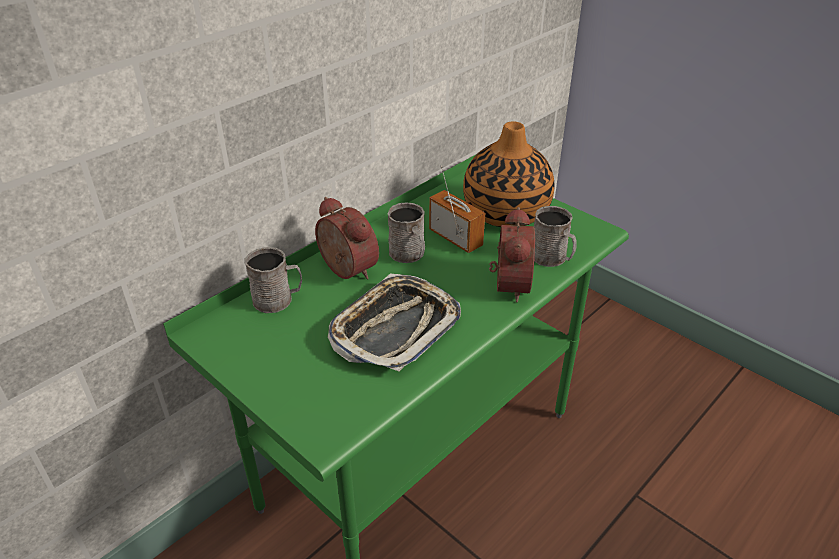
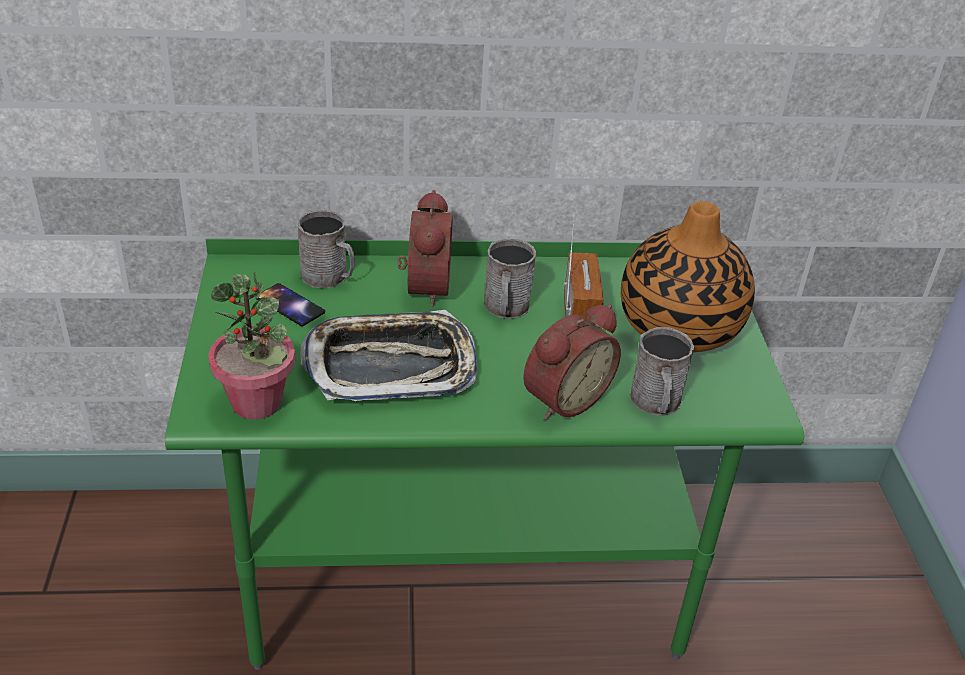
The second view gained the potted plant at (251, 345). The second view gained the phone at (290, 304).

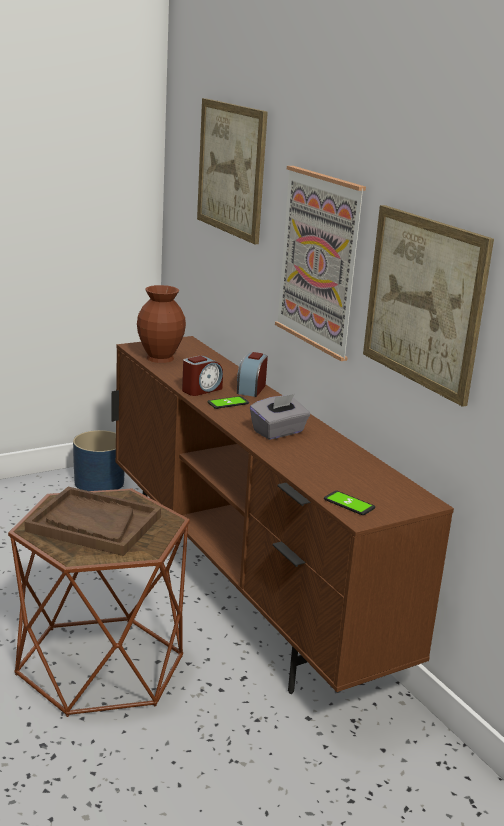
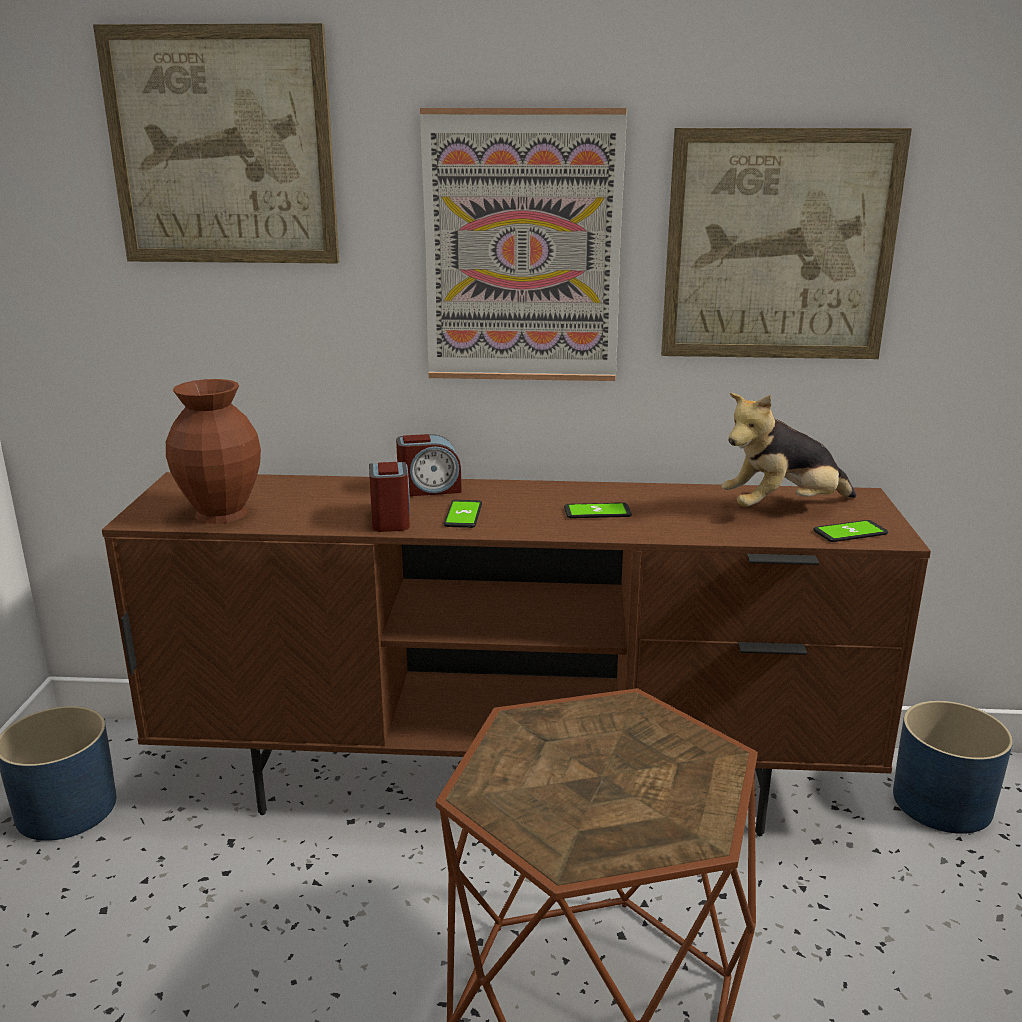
The second view lost the tray (brown) at (93, 521). The second view gained the plush toy at (789, 450). The second view gained the planter (blue) at (953, 767). Where the tissue box (grey) stood at (280, 417), the phone came to stand at (598, 510). The alarm clock at (252, 374) ended up facing another way, 60 degrees counterclockwise from before.

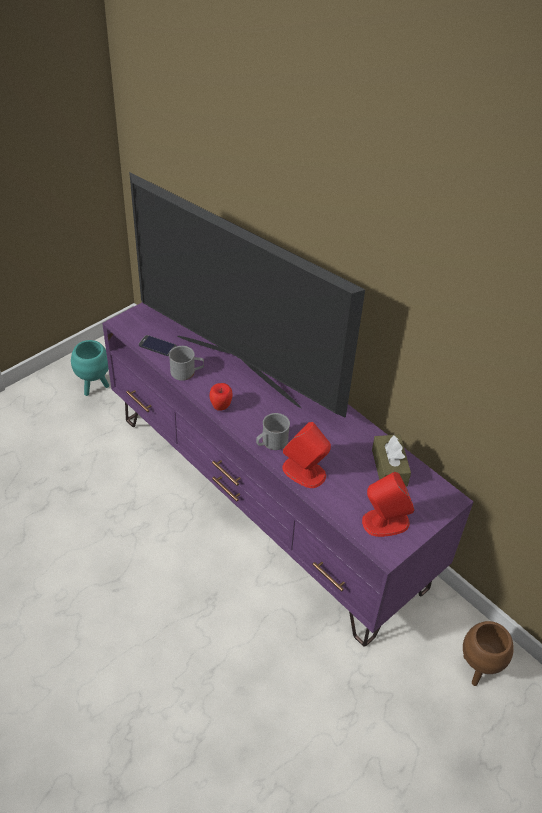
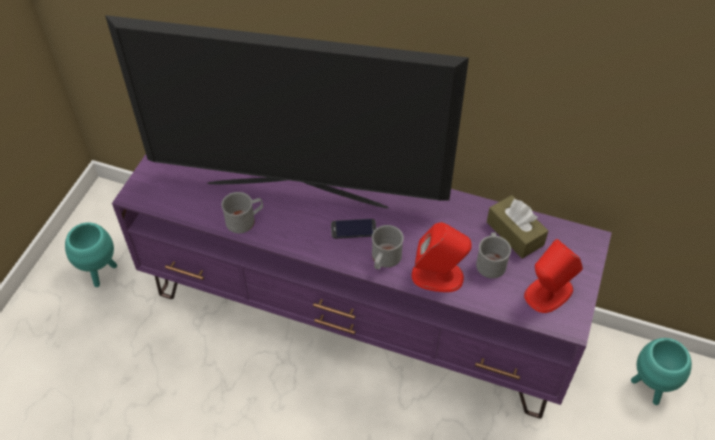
The second view lost the apple at (221, 397). The second view gained the mug (grey) at (493, 255). The phone ended up elsewhere, having gone from (158, 345) to (353, 229). What was the planter (brown) at (488, 653) turned into the planter (turquoise) at (661, 371).

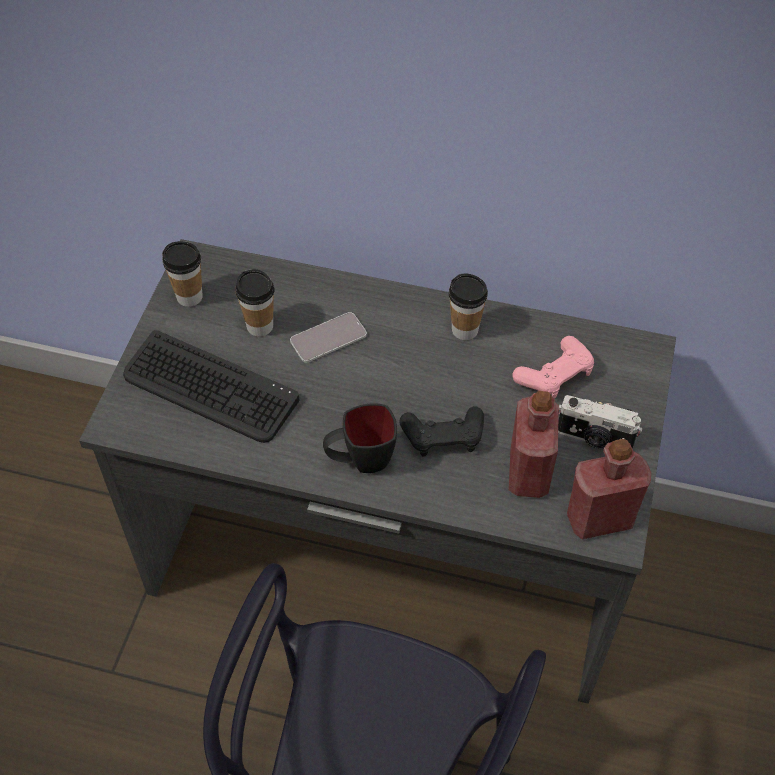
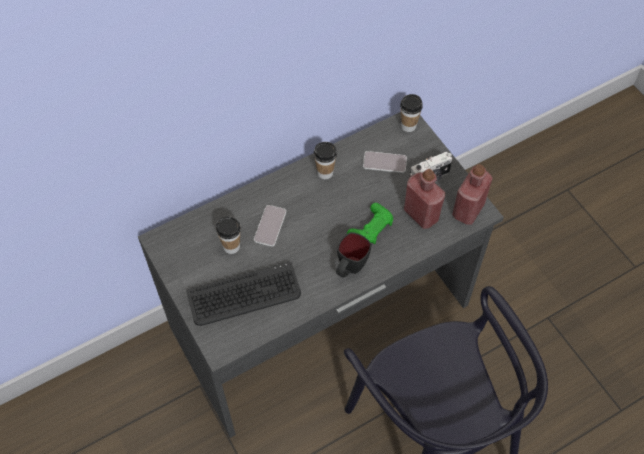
The cup ended up elsewhere, having gone from (182, 274) to (411, 113). Where the game controller (pink) stood at (553, 367), the phone came to stand at (385, 162). What was the game controller (black) at (442, 431) turned into the game controller (green) at (370, 223).

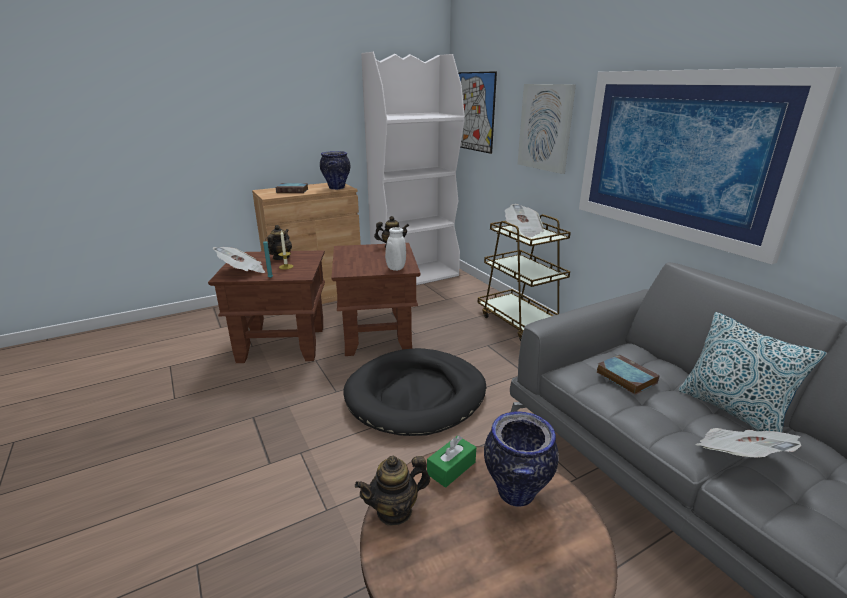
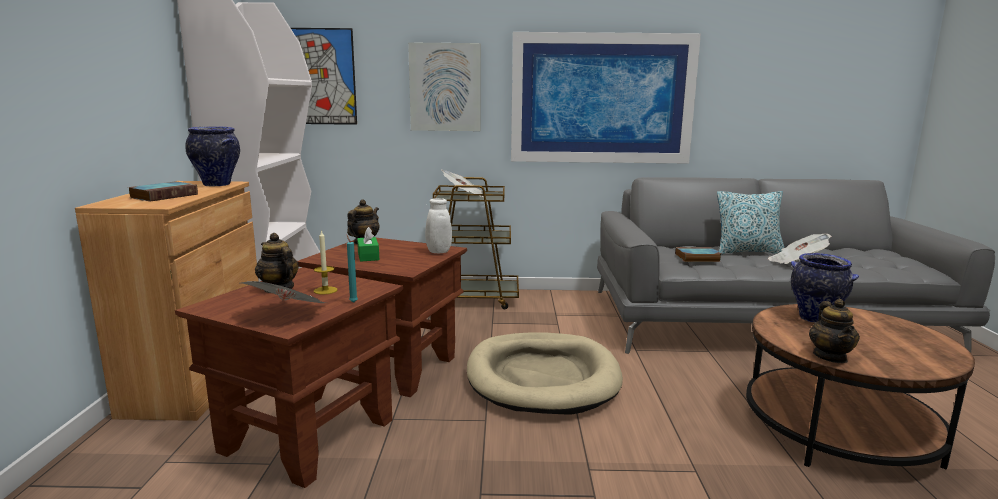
The tissue box (green) ended up elsewhere, having gone from (451, 462) to (368, 244). What was the dog bed (black) at (415, 392) turned into the dog bed (beige) at (545, 373).

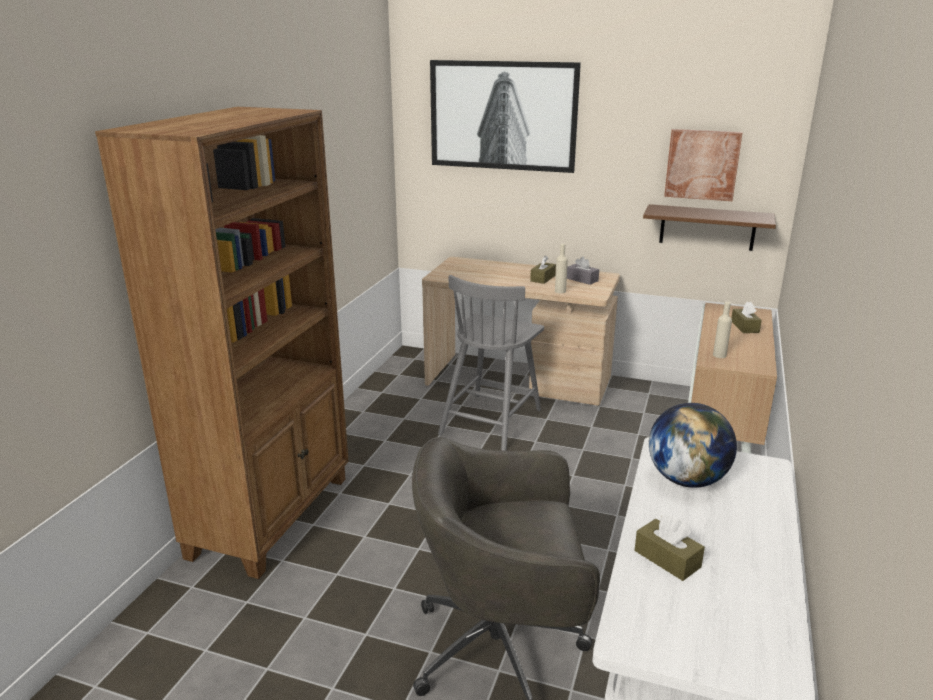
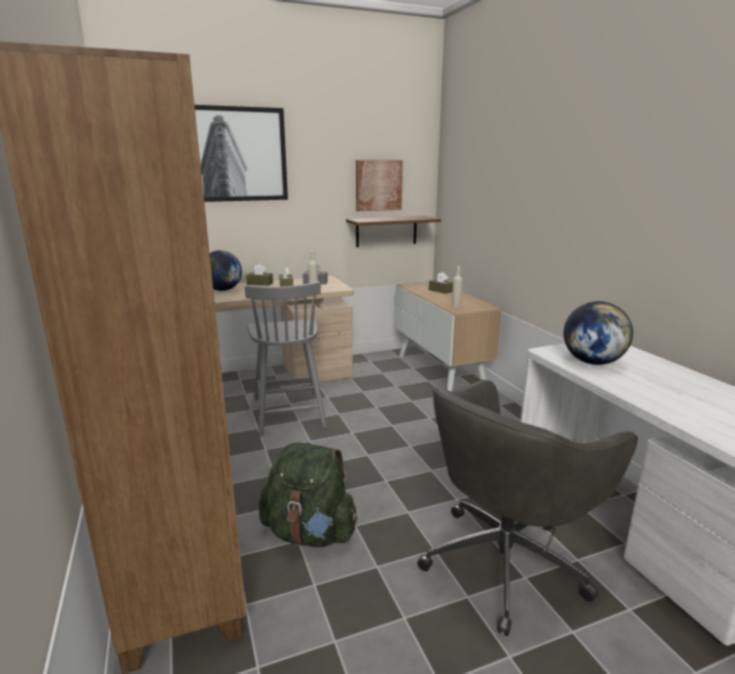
The second view gained the globe at (226, 270). The second view gained the backpack (green) at (308, 494). The tissue box (brown) ended up elsewhere, having gone from (670, 548) to (259, 275).

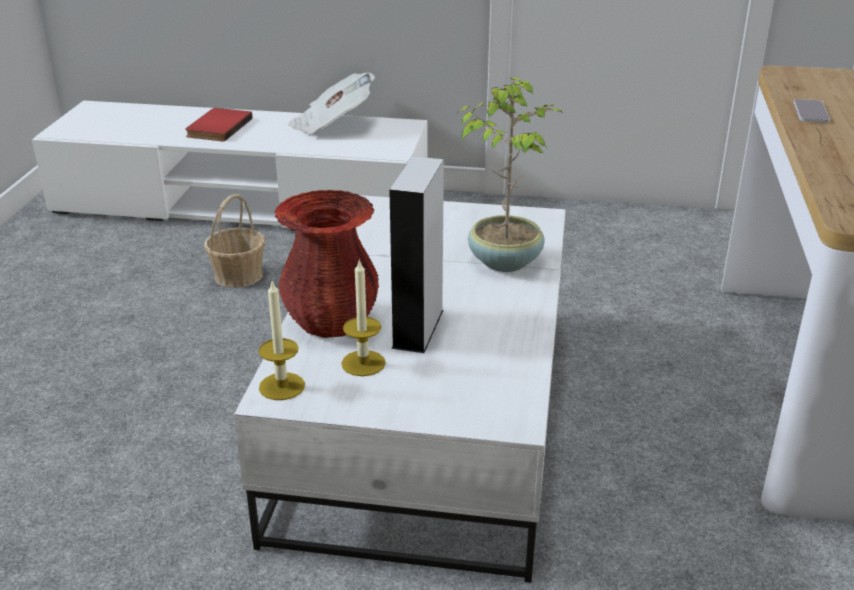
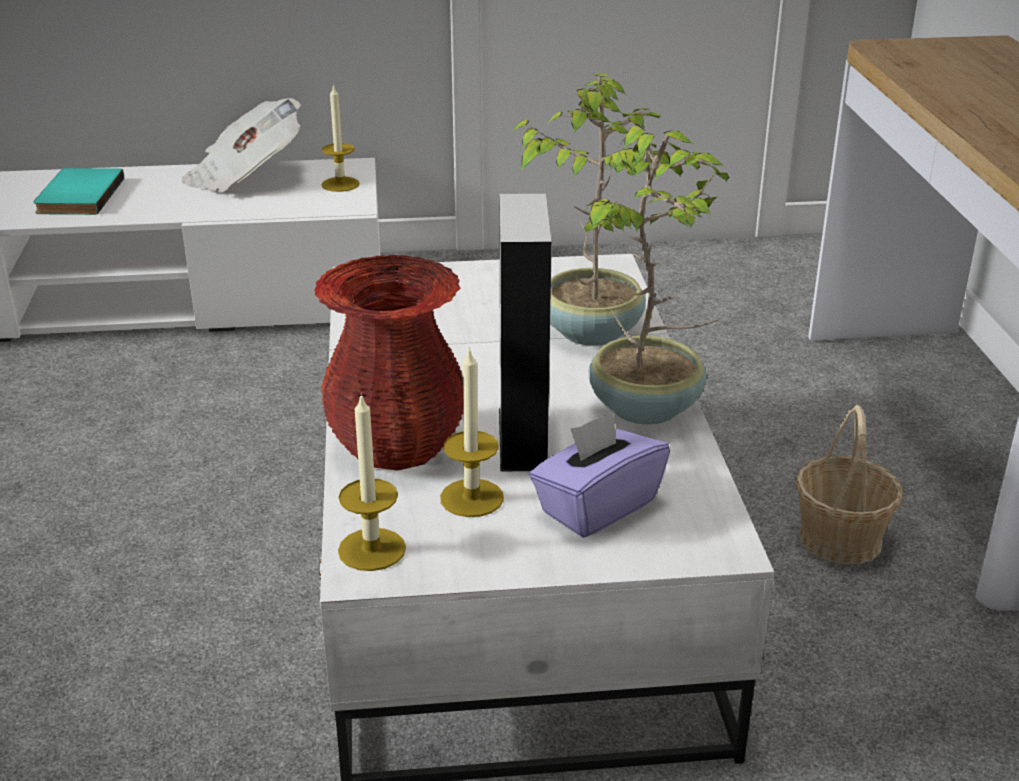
The second view lost the phone at (811, 111). The second view gained the candle at (340, 138). The second view gained the tissue box (purple) at (599, 474). The second view gained the potted plant at (656, 275). The basket ended up elsewhere, having gone from (235, 241) to (849, 485). What was the book (red) at (219, 125) turned into the book (turquoise) at (78, 191).

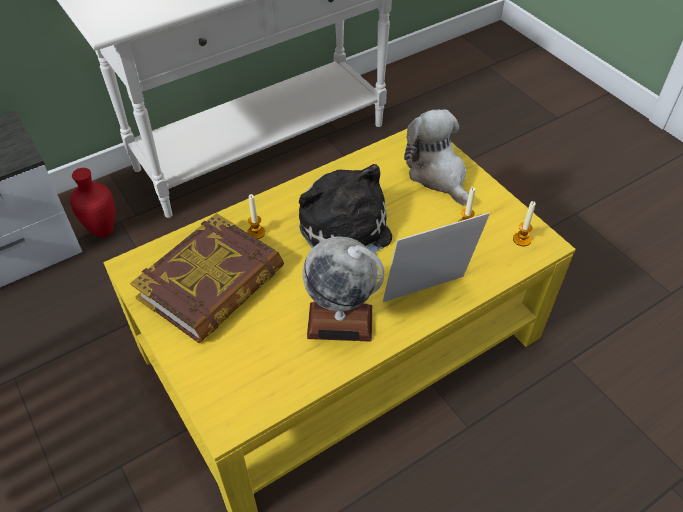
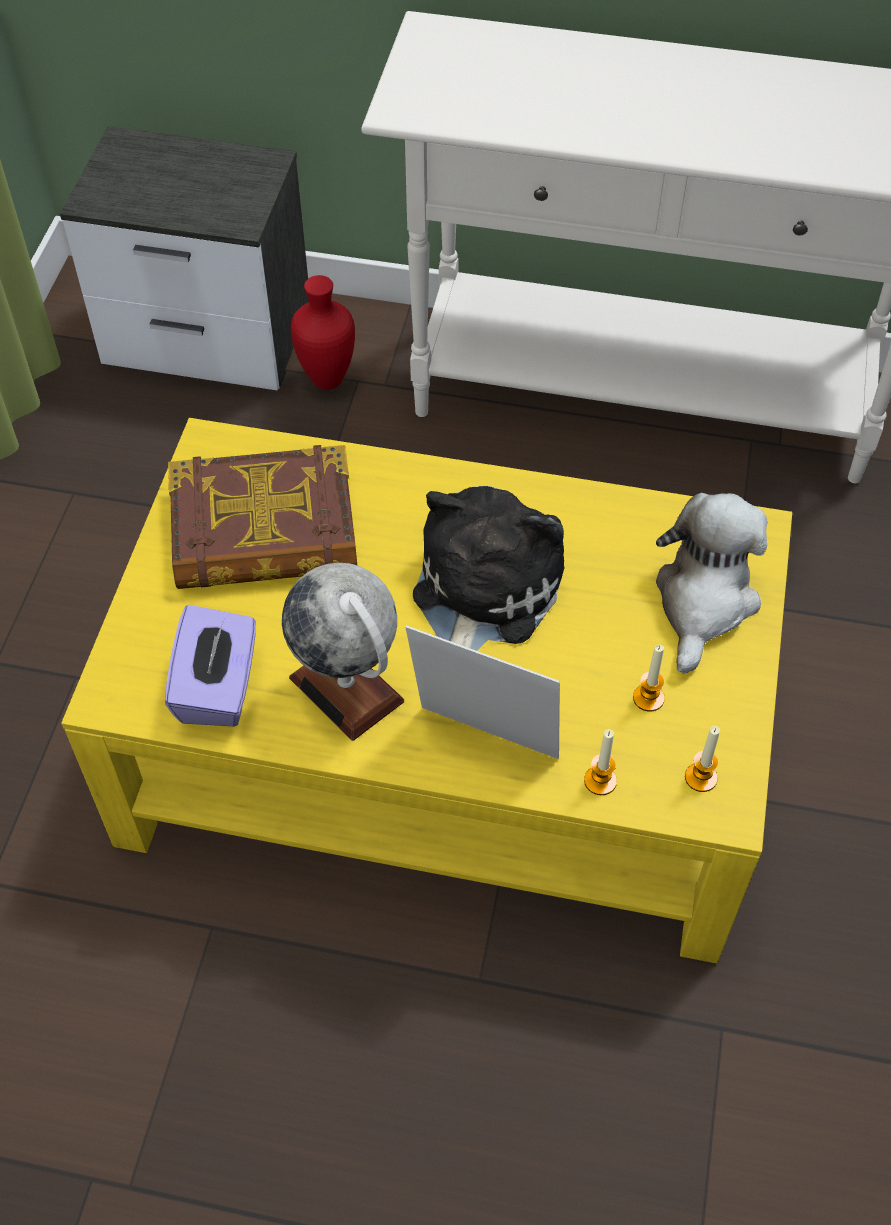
The second view gained the tissue box (purple) at (210, 665). The candle ended up elsewhere, having gone from (256, 216) to (600, 762).

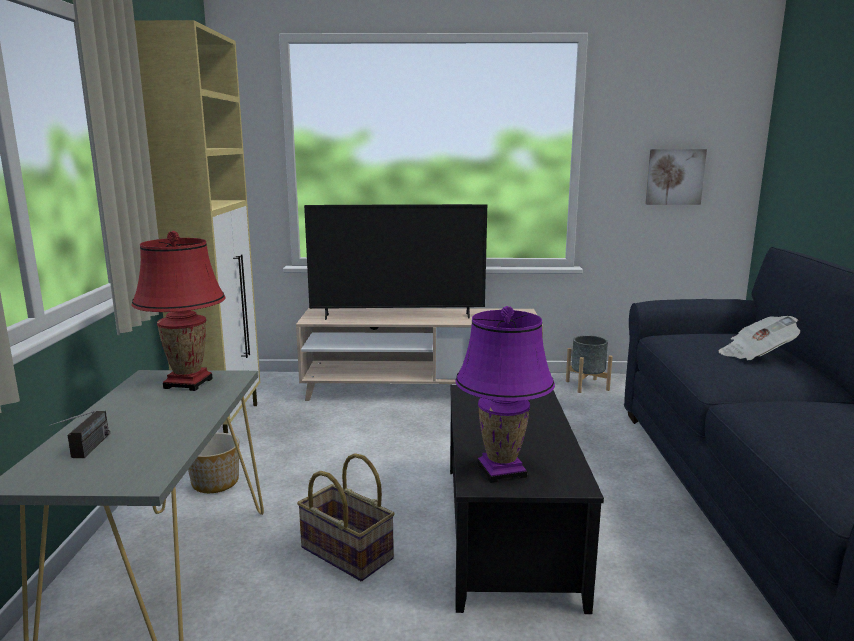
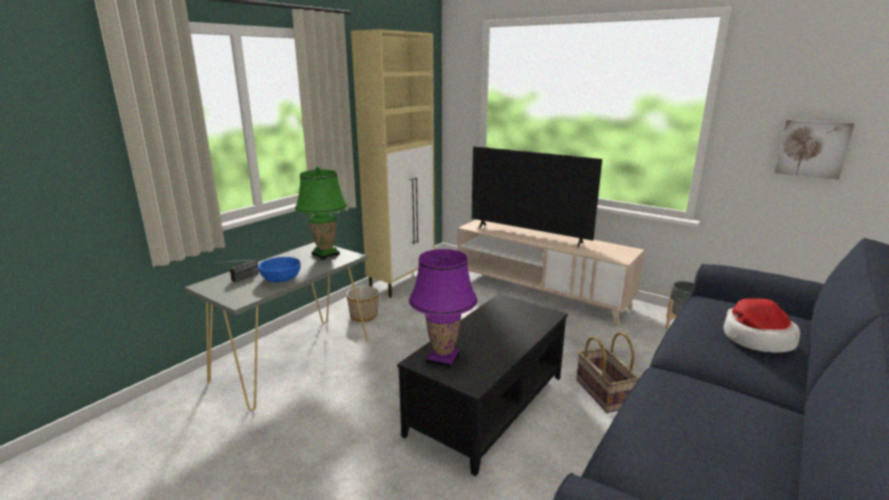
The second view gained the bowl (blue) at (279, 269). The basket ended up elsewhere, having gone from (346, 517) to (607, 372). Where the newspaper stood at (759, 338), the hat came to stand at (762, 325). What was the table lamp (red) at (179, 311) turned into the table lamp (green) at (321, 213).

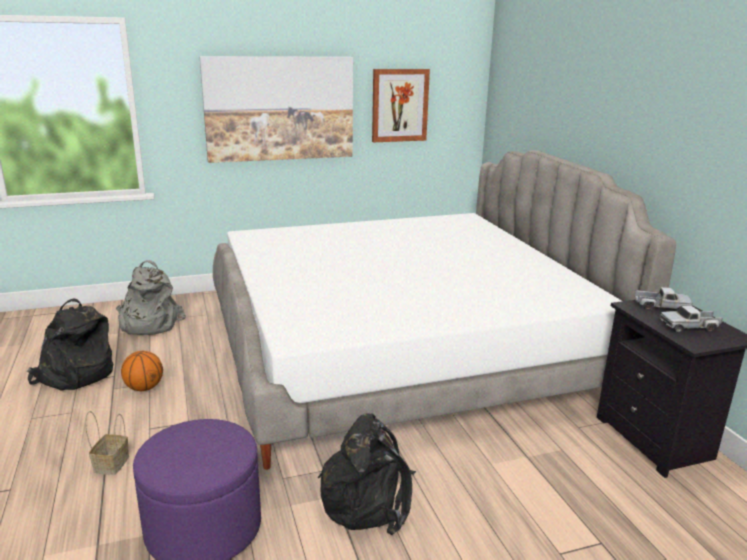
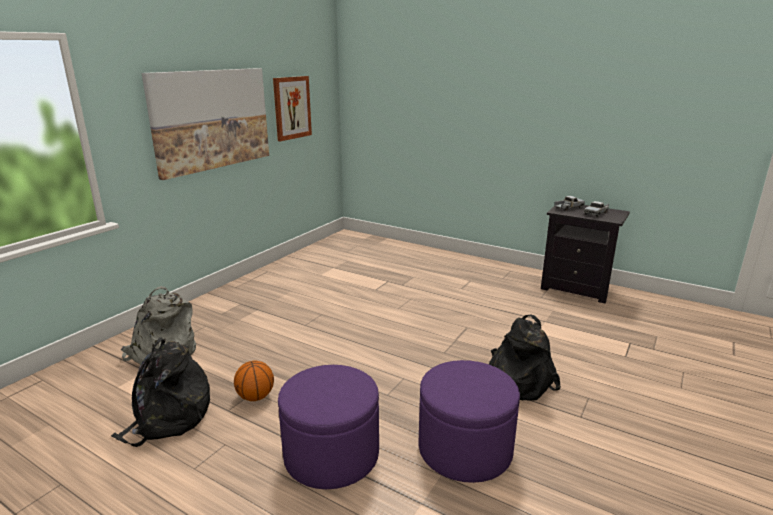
The second view lost the bed at (444, 310). Where the basket stood at (107, 443), the ottoman (purple) came to stand at (328, 427).

